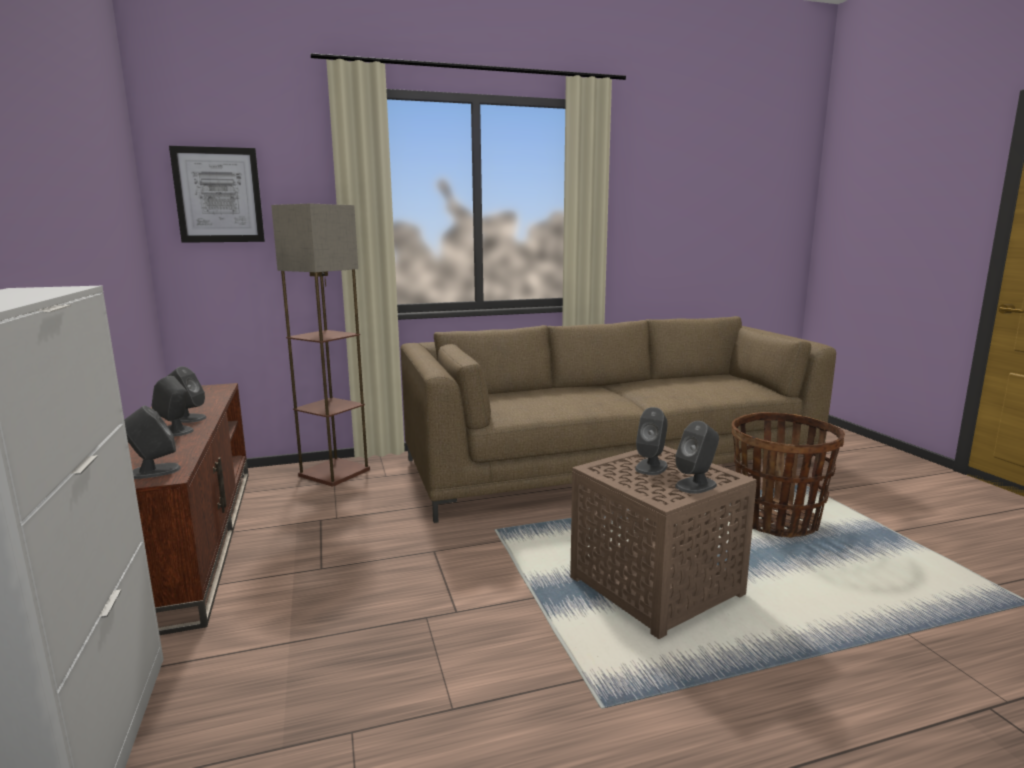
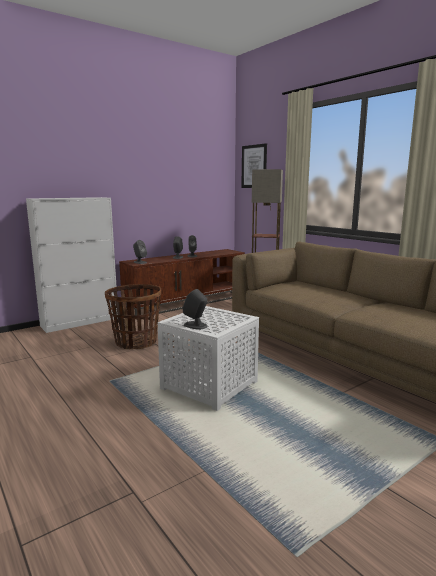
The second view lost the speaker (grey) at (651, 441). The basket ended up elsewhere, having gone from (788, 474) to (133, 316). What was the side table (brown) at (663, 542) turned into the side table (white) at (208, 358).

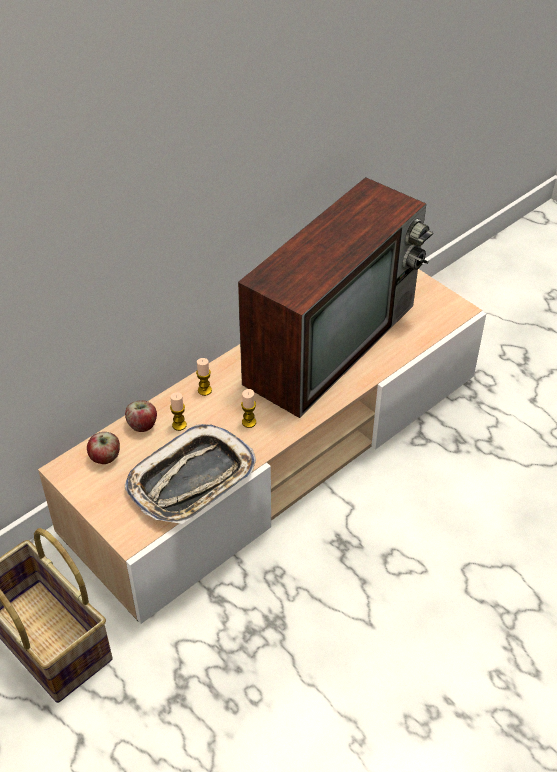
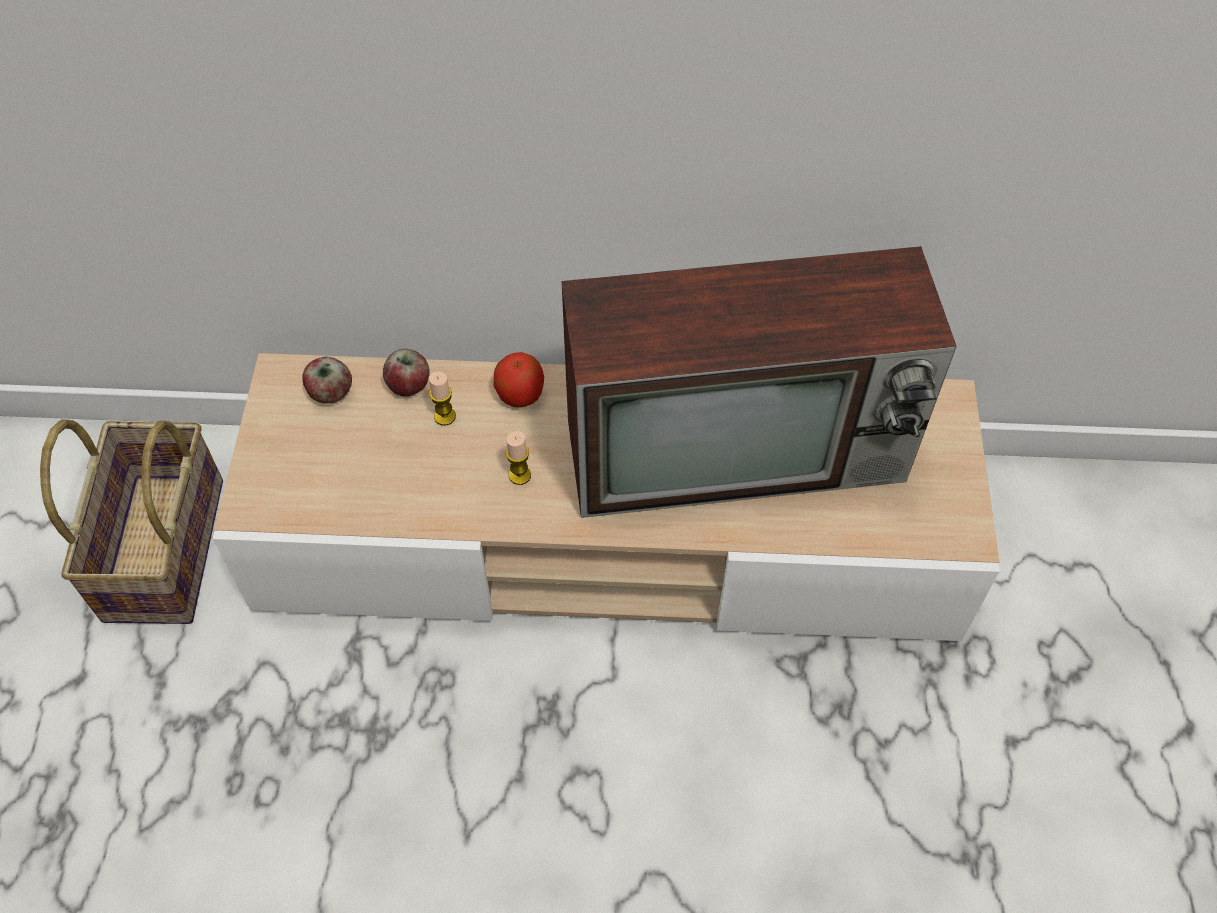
The second view lost the tray at (190, 474). Where the candle stood at (204, 377), the apple came to stand at (519, 380).

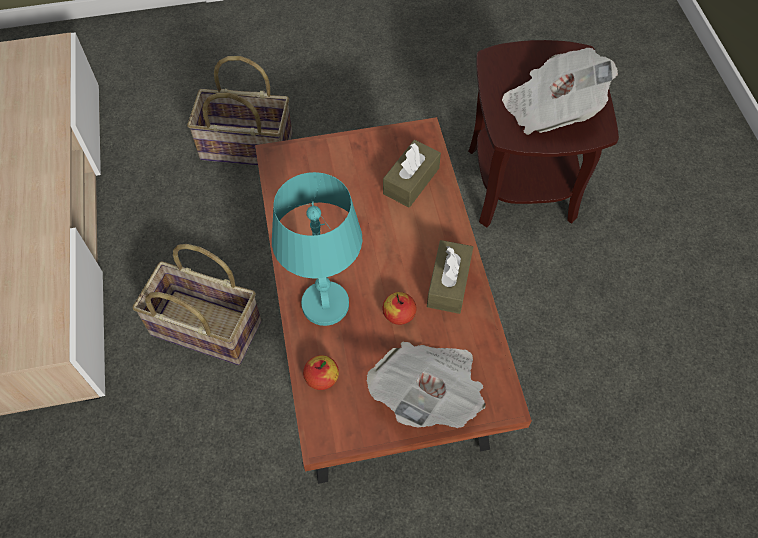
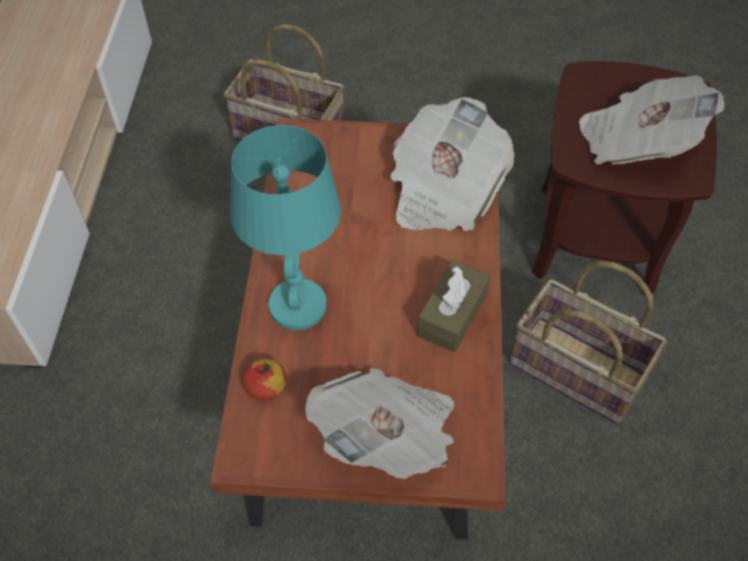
The second view lost the apple at (399, 308). The basket ended up elsewhere, having gone from (196, 304) to (588, 343). Where the tissue box (brown) stood at (412, 173), the newspaper came to stand at (452, 164).

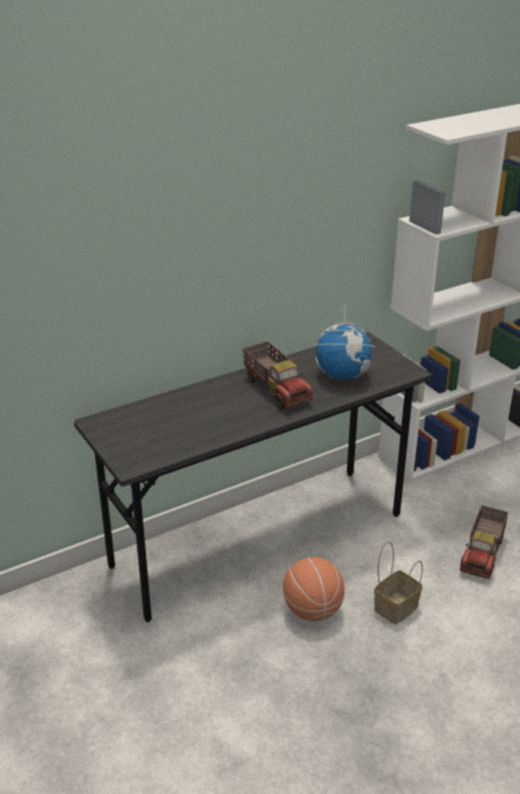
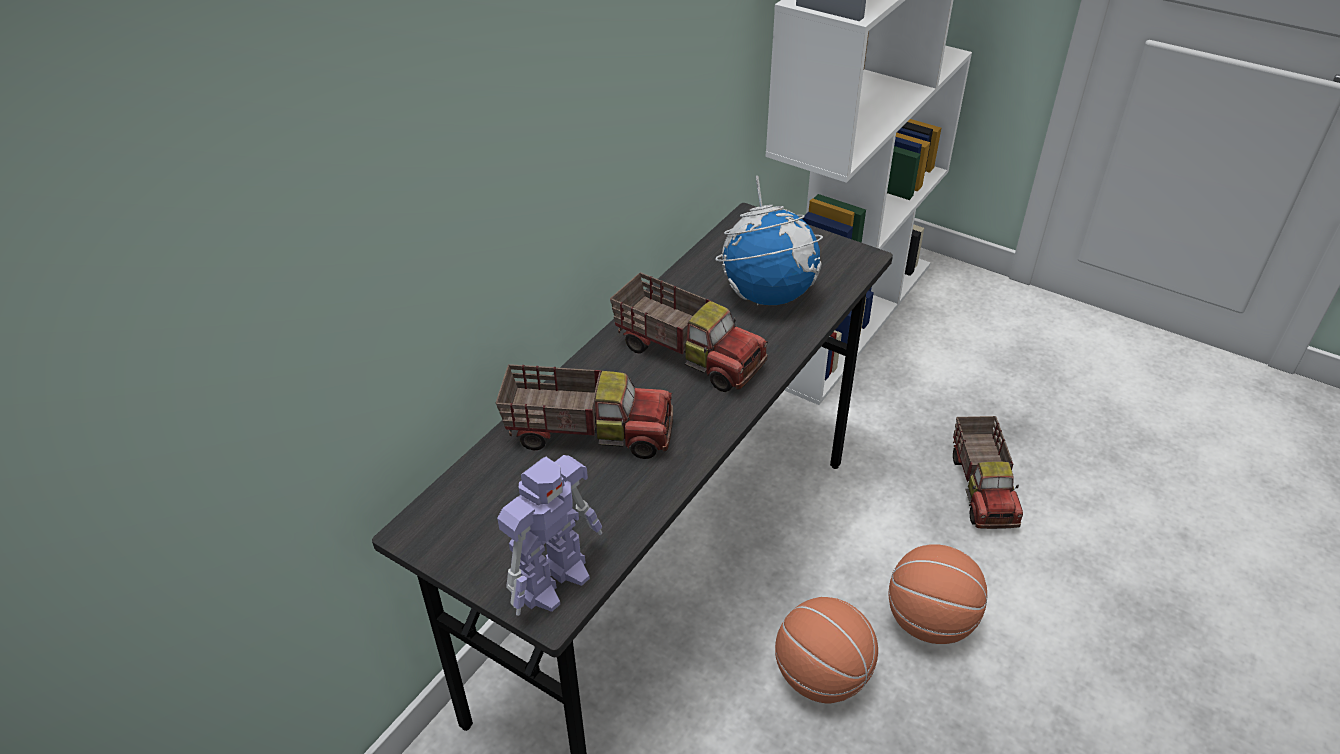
The second view gained the toy truck at (584, 411). The second view gained the toy robot at (549, 535). Where the basket stood at (398, 583), the basketball came to stand at (938, 594).

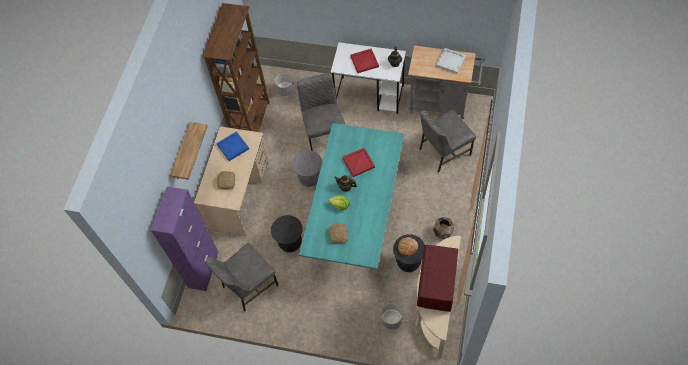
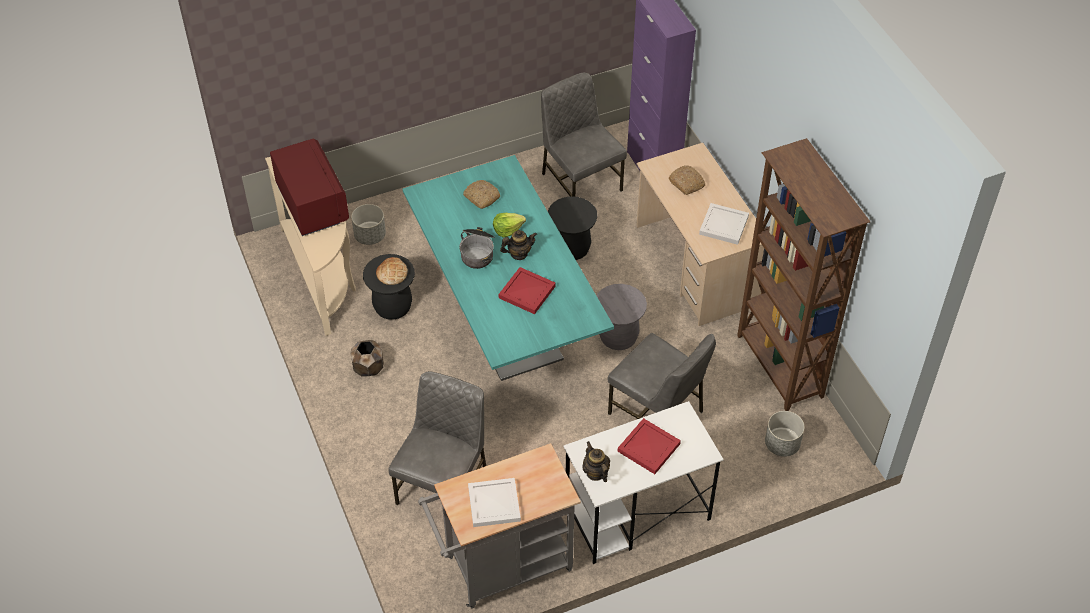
The second view lost the shelf at (189, 151). The second view gained the cooking pot at (477, 248). What was the tray (blue) at (232, 146) turned into the tray (white) at (724, 224). The chair (grey) at (242, 277) ended up facing another way, 45 degrees counterclockwise from before.

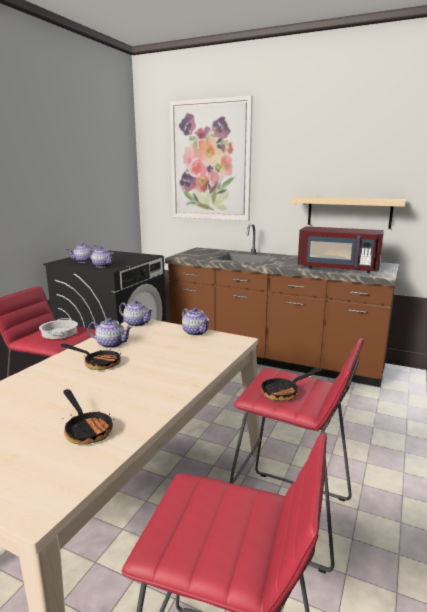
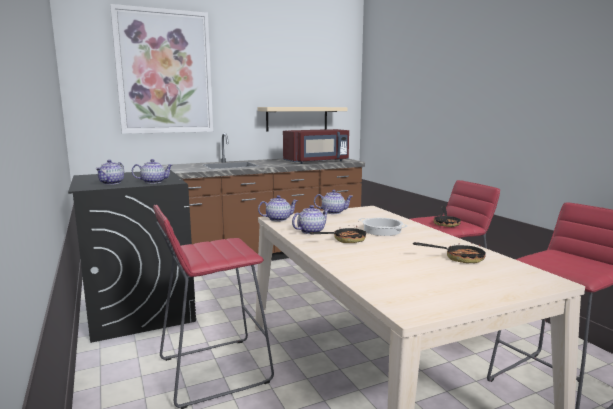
The cooking pot ended up elsewhere, having gone from (58, 328) to (383, 227).

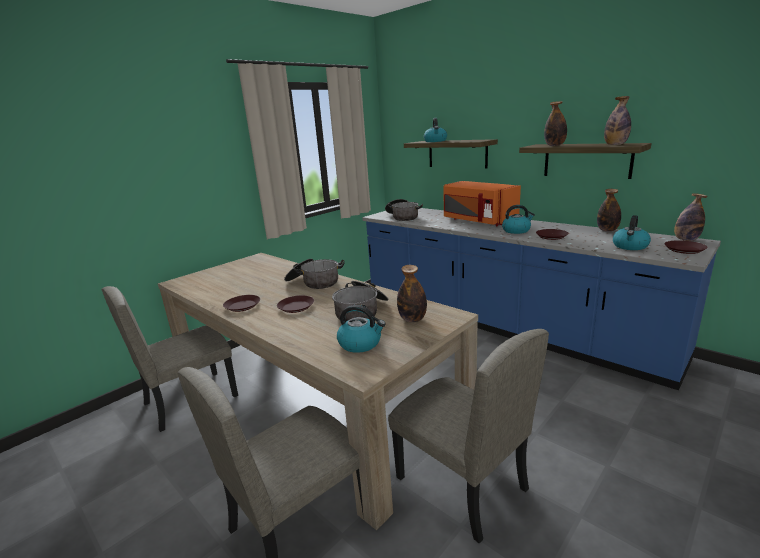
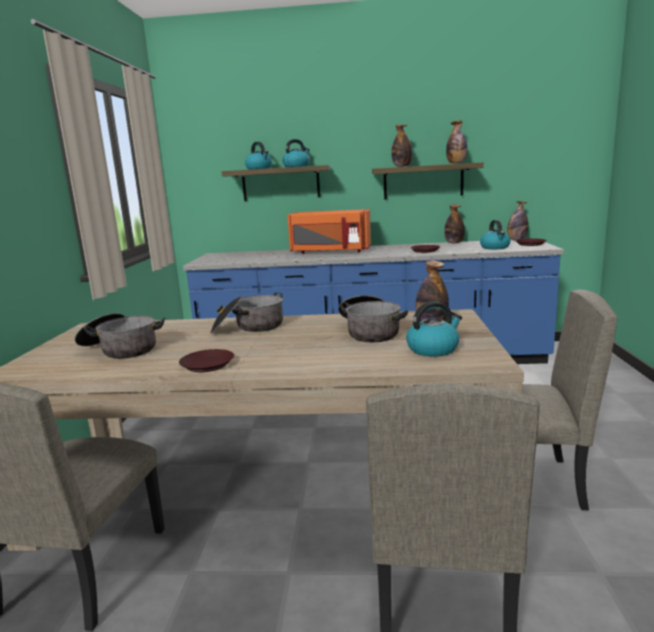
The second view lost the plate (brown) at (295, 304). The cooking pot ended up elsewhere, having gone from (404, 210) to (120, 336). The kettle ended up elsewhere, having gone from (518, 219) to (296, 153).

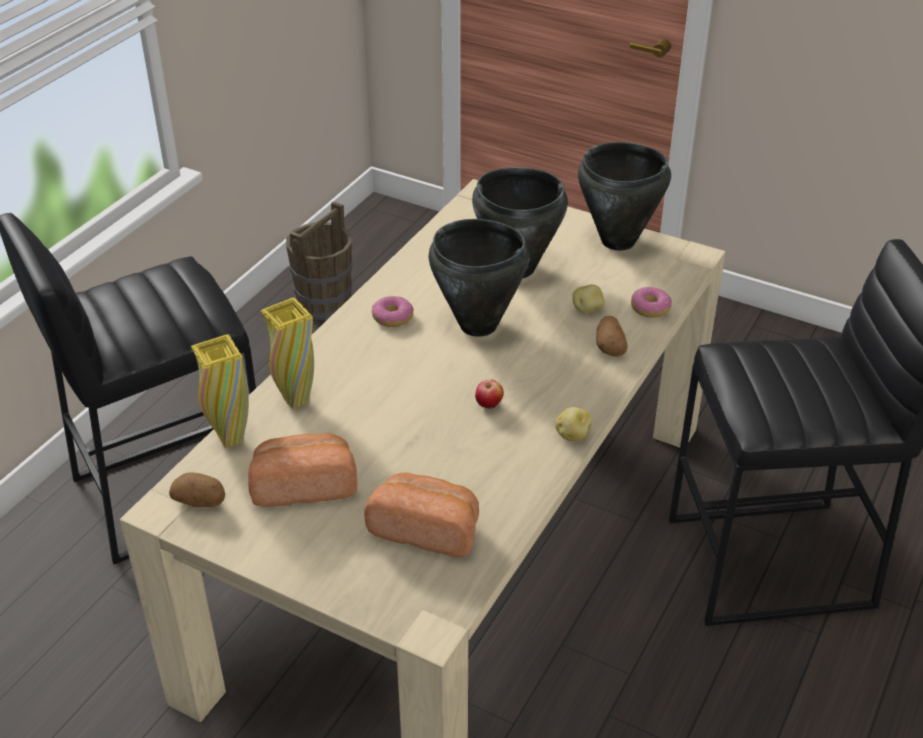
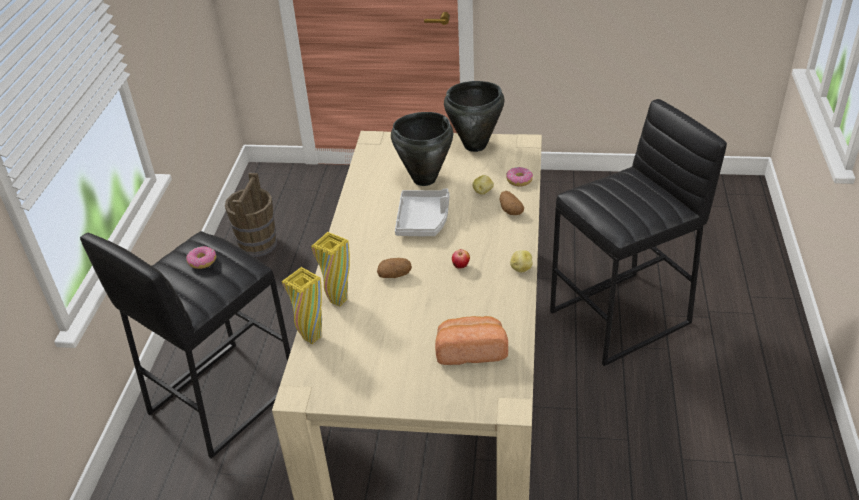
The second view lost the bread at (302, 470). The potato ended up elsewhere, having gone from (197, 489) to (394, 268). The donut ended up elsewhere, having gone from (393, 311) to (201, 257). Where the cooking pot (black) stood at (479, 278), the tray (grey) came to stand at (422, 212).

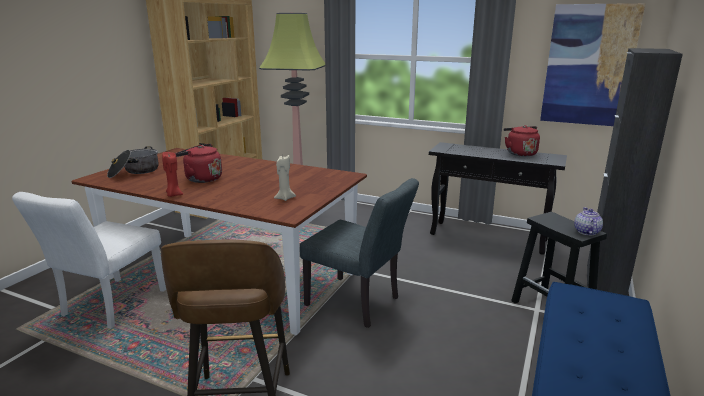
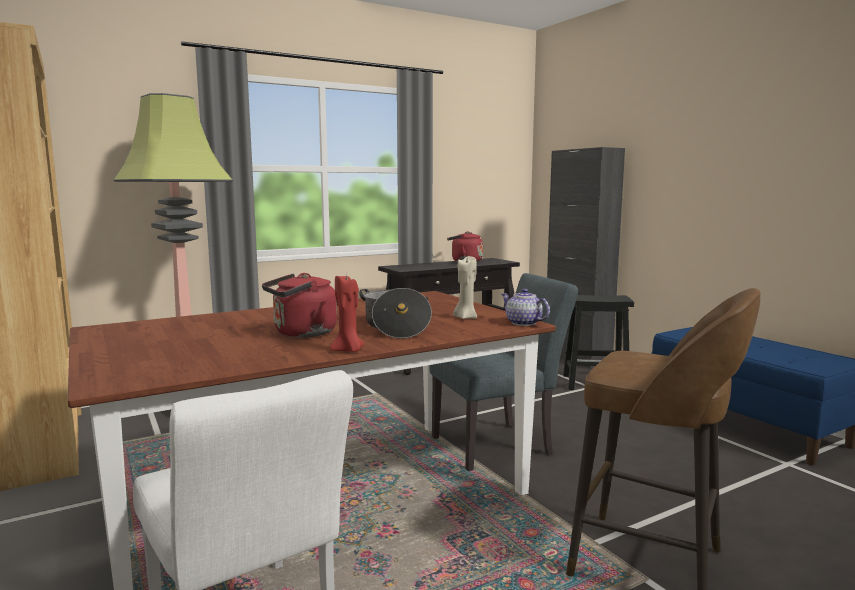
The second view lost the picture at (593, 64). The cooking pot ended up elsewhere, having gone from (133, 162) to (395, 313). The teapot ended up elsewhere, having gone from (588, 221) to (525, 307).

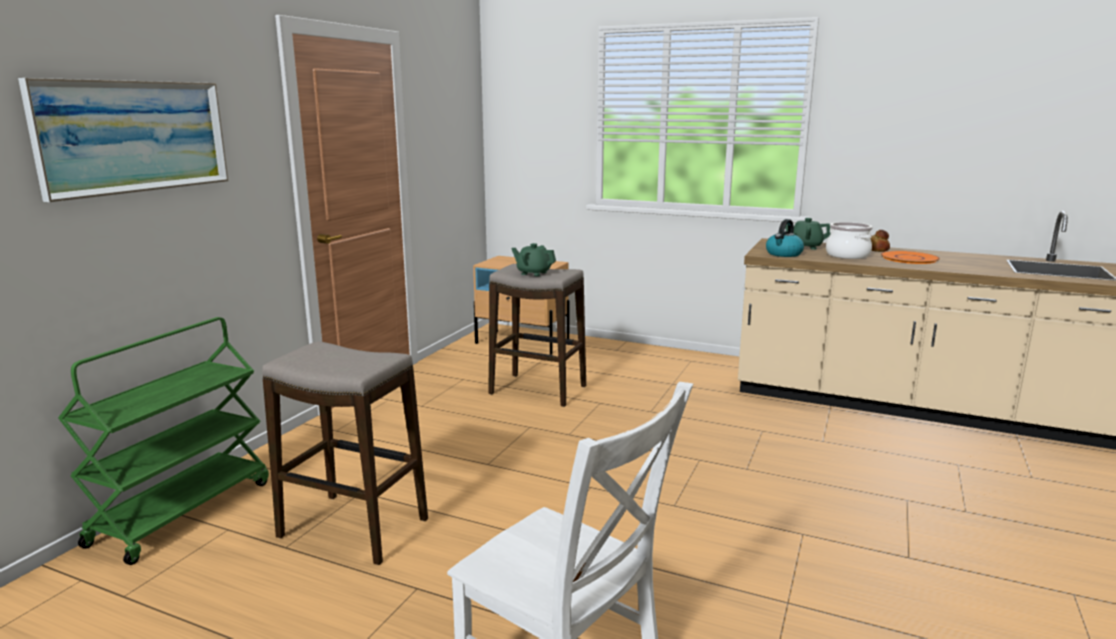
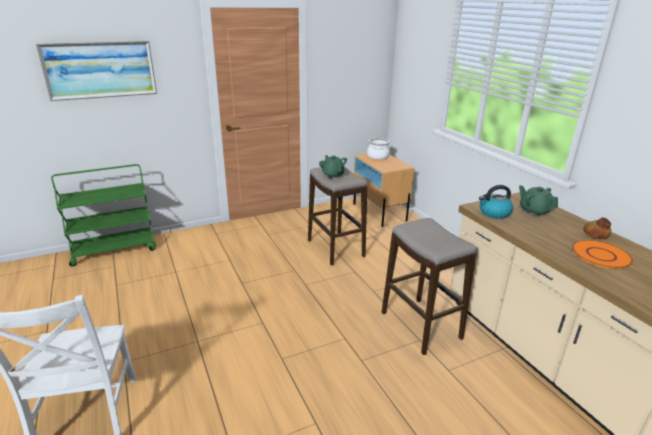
The stool ended up elsewhere, having gone from (345, 453) to (429, 286). The cooking pot ended up elsewhere, having gone from (849, 240) to (378, 149).

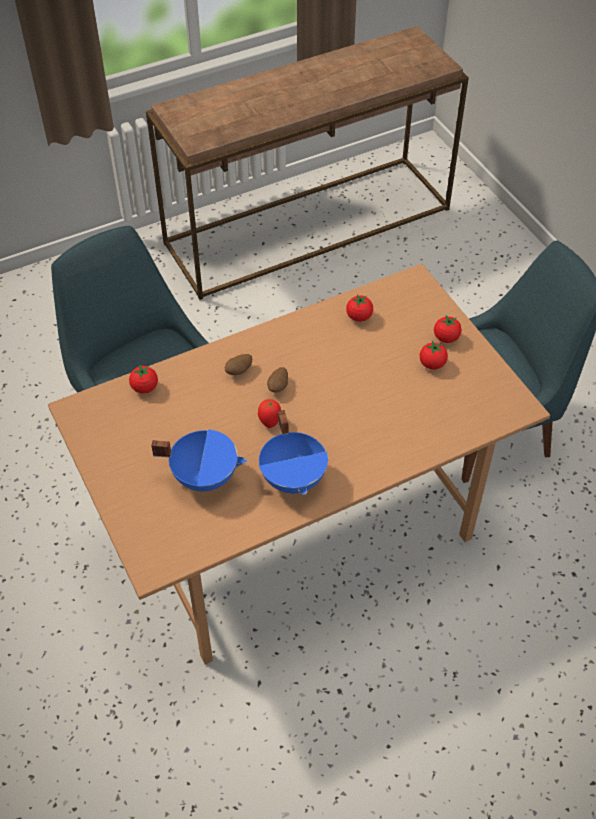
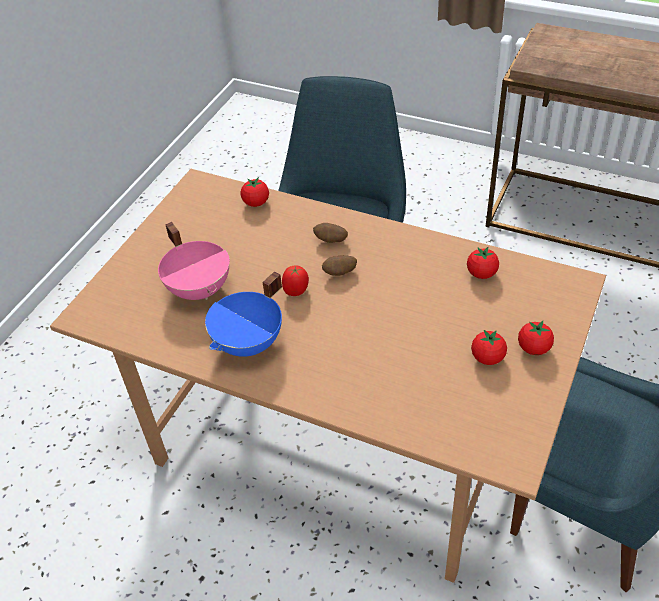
What was the cooking pot (blue) at (199, 460) turned into the cooking pot (pink) at (194, 261).

